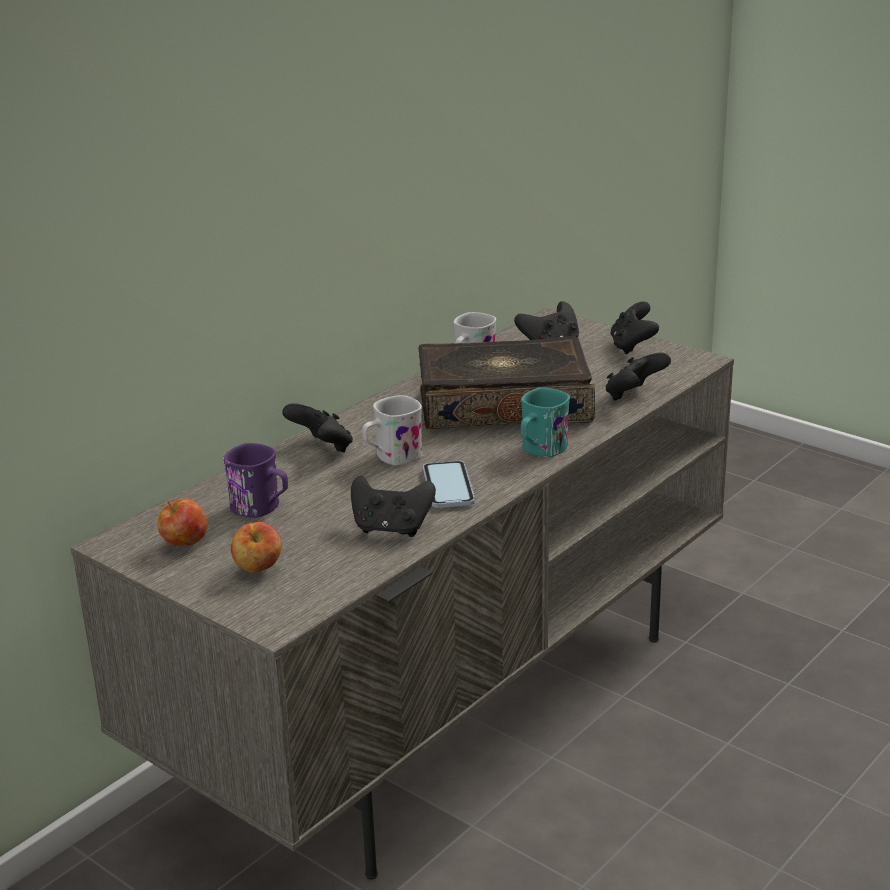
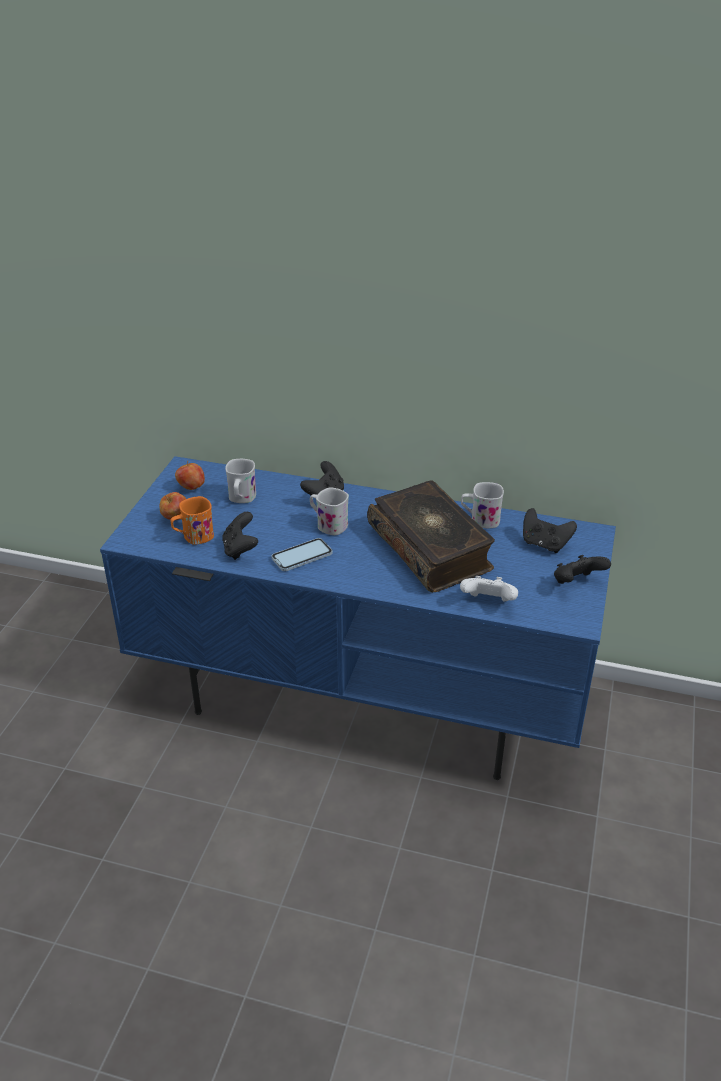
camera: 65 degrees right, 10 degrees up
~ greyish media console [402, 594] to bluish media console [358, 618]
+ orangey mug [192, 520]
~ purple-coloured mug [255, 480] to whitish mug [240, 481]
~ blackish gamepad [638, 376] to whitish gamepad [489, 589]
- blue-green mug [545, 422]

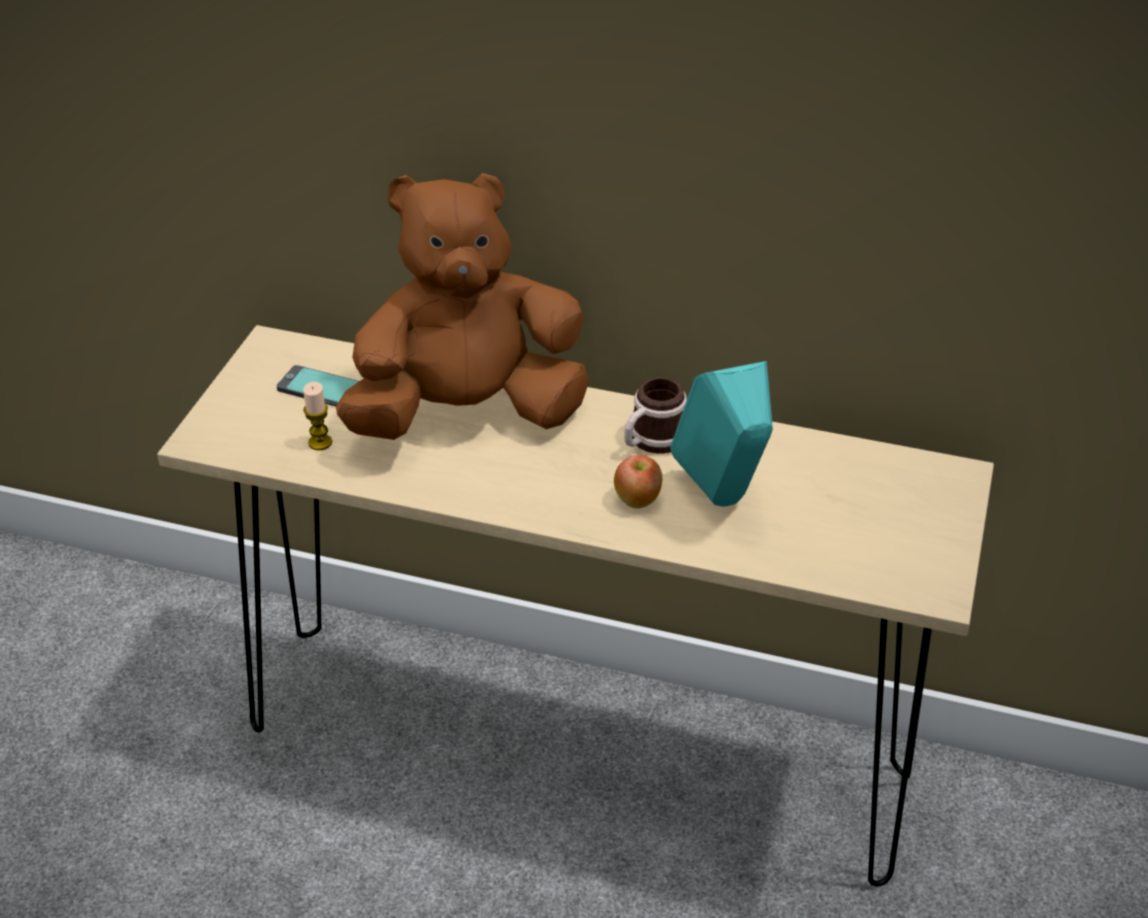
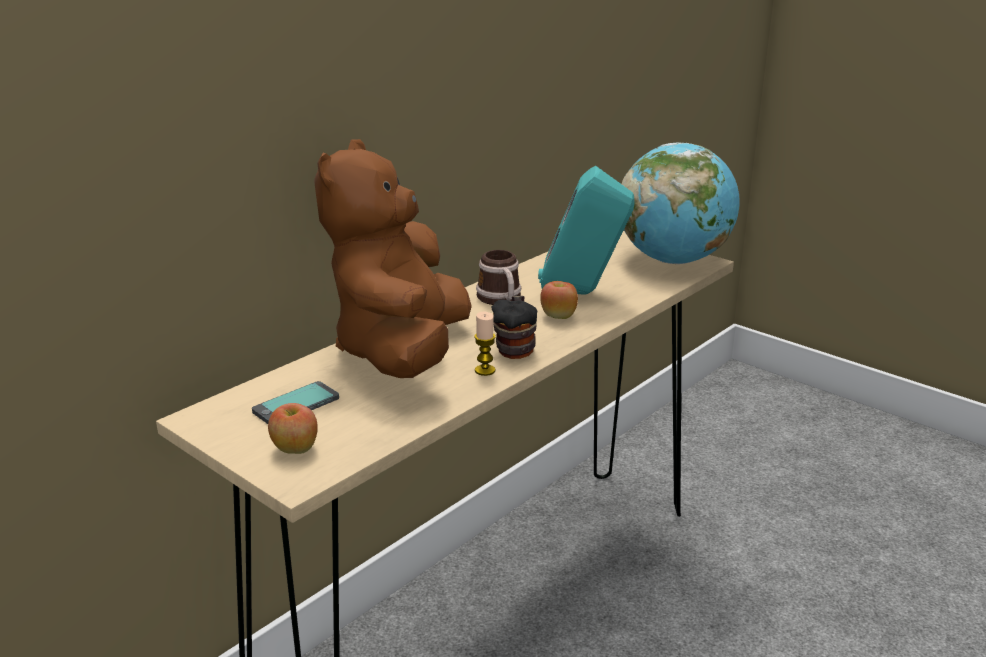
camera: 65 degrees left, 15 degrees down
+ apple fruit [293, 428]
~ wax candle [317, 416] to [485, 344]
+ mug [514, 327]
+ world globe [681, 203]

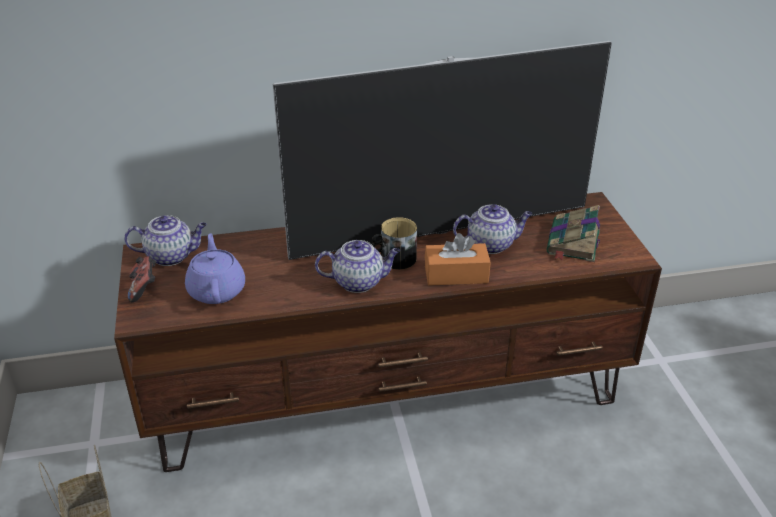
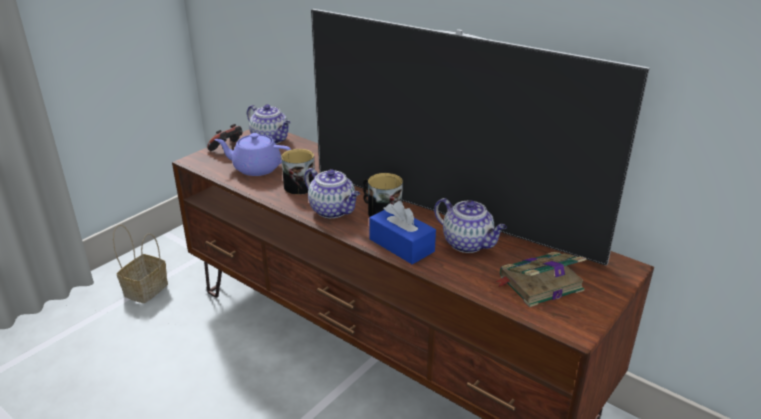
camera: 50 degrees right, 5 degrees down
~ purple-coloured teapot [215, 268] = [252, 154] 120 degrees counterclockwise
+ mug [298, 172]
~ orangey box of tissues [458, 259] to bluish box of tissues [402, 233]

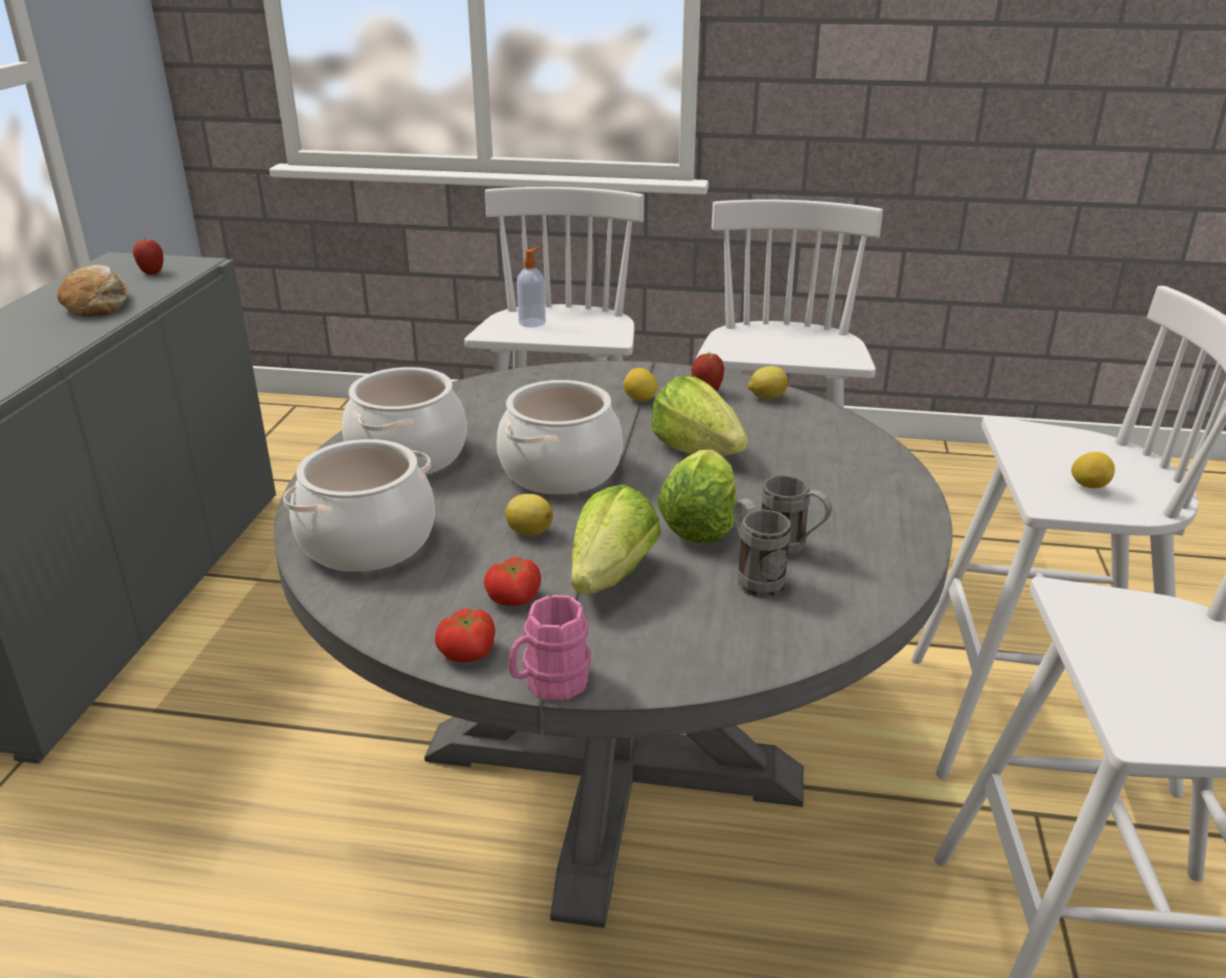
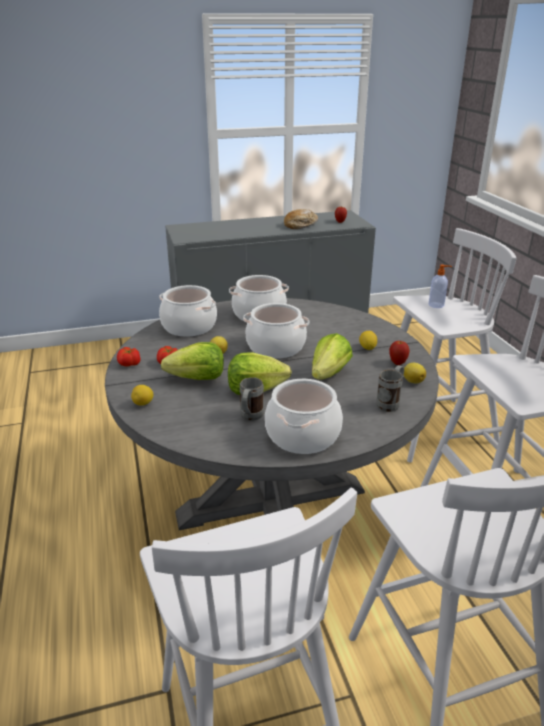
camera: 65 degrees right, 0 degrees up
~ citrus fruit [1093, 470] to [142, 395]
+ stockpot [304, 416]
~ greyish mug [762, 548] to [390, 388]
- pink mug [550, 648]

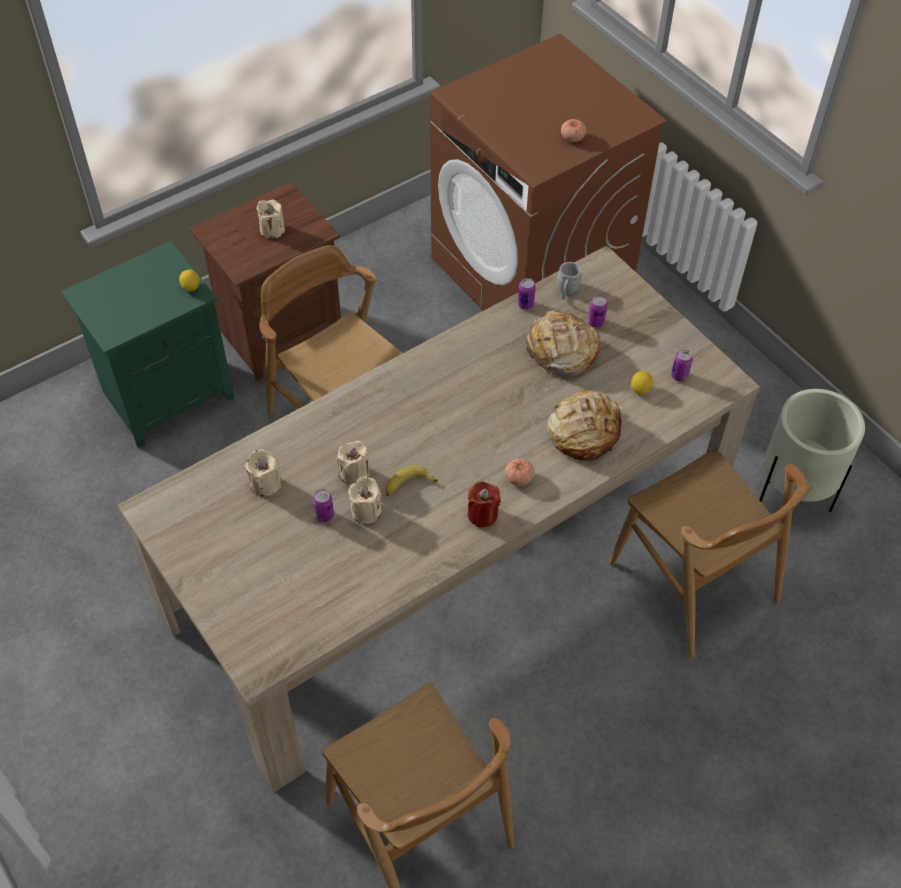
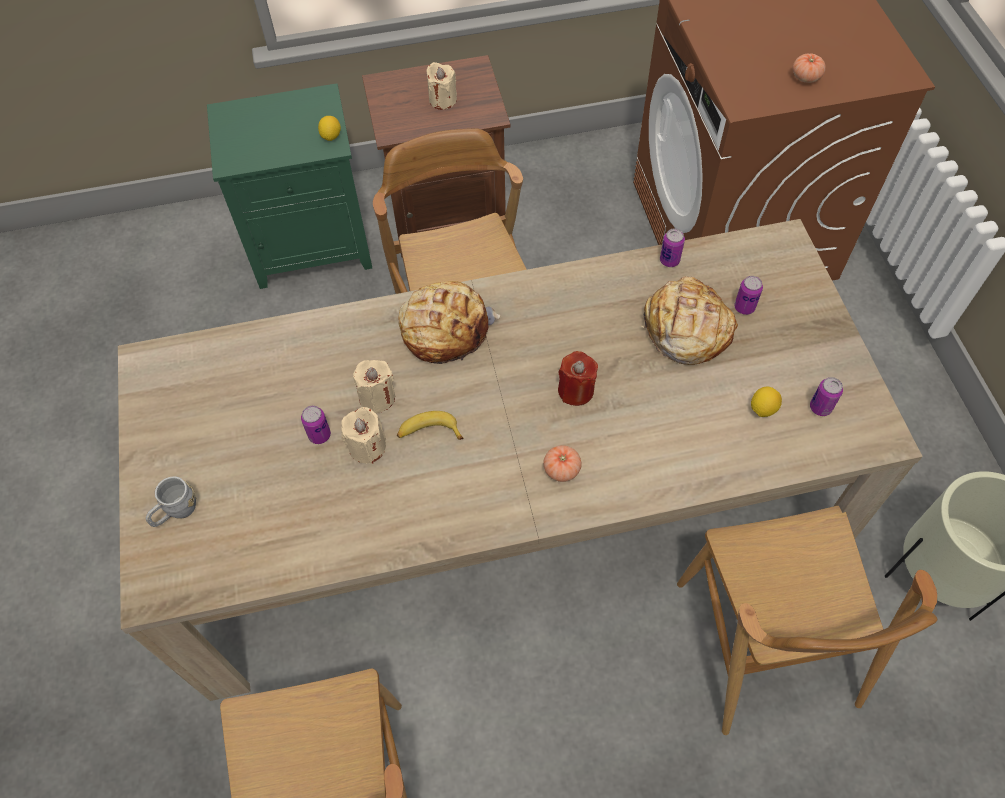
camera: 25 degrees right, 5 degrees up
~ greyish mug [569, 280] to [171, 501]
~ bread [584, 425] to [449, 322]
~ reddish wax candle [484, 504] to [578, 378]
- sand-coloured wax candle [263, 473]

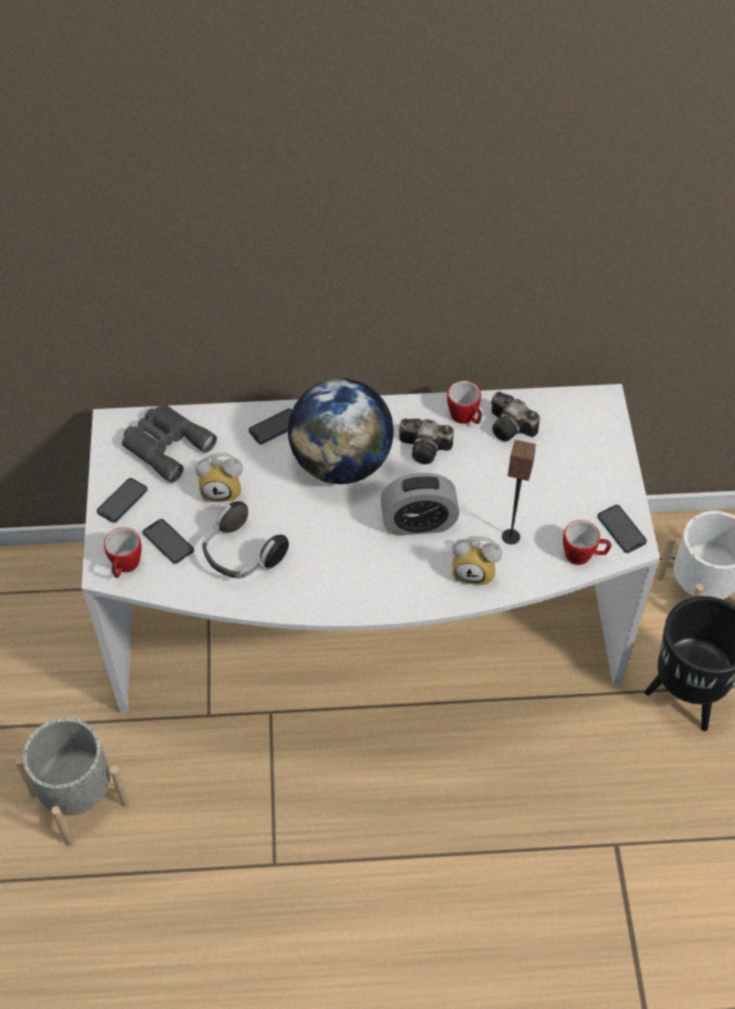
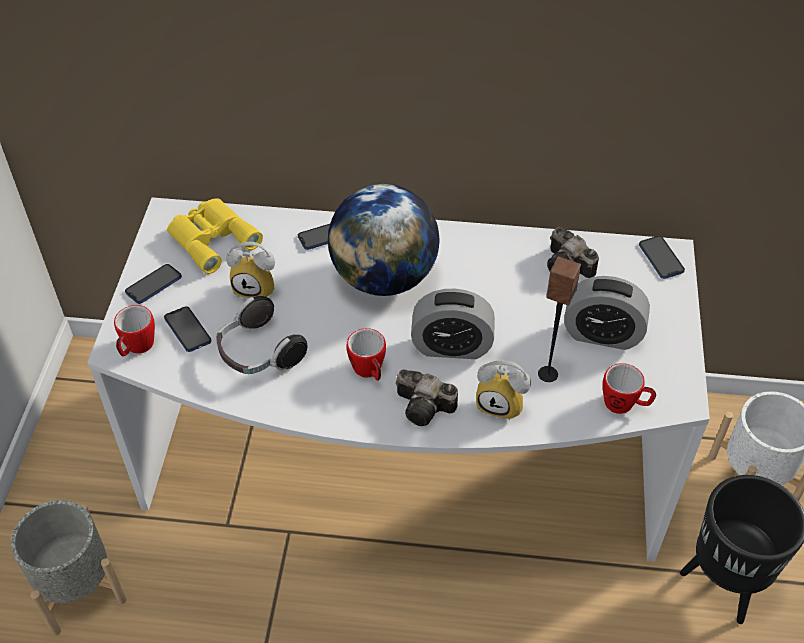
camera: 10 degrees right, 5 degrees down
~ greyish binoculars [169, 443] to yellow binoculars [215, 236]
~ mug [464, 402] to [366, 354]
~ photo camera [426, 441] to [427, 397]
+ alarm clock [607, 313]
~ handset [622, 529] to [662, 257]

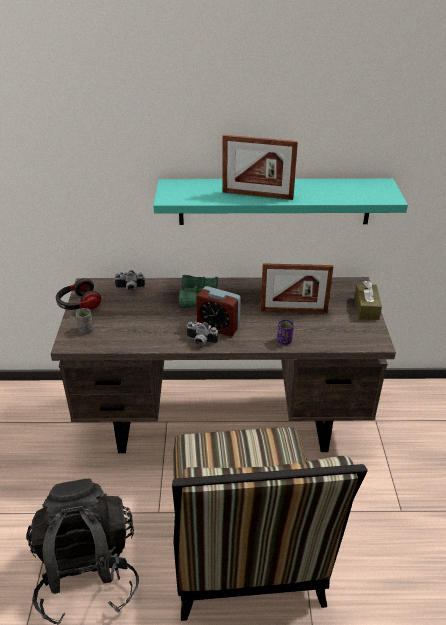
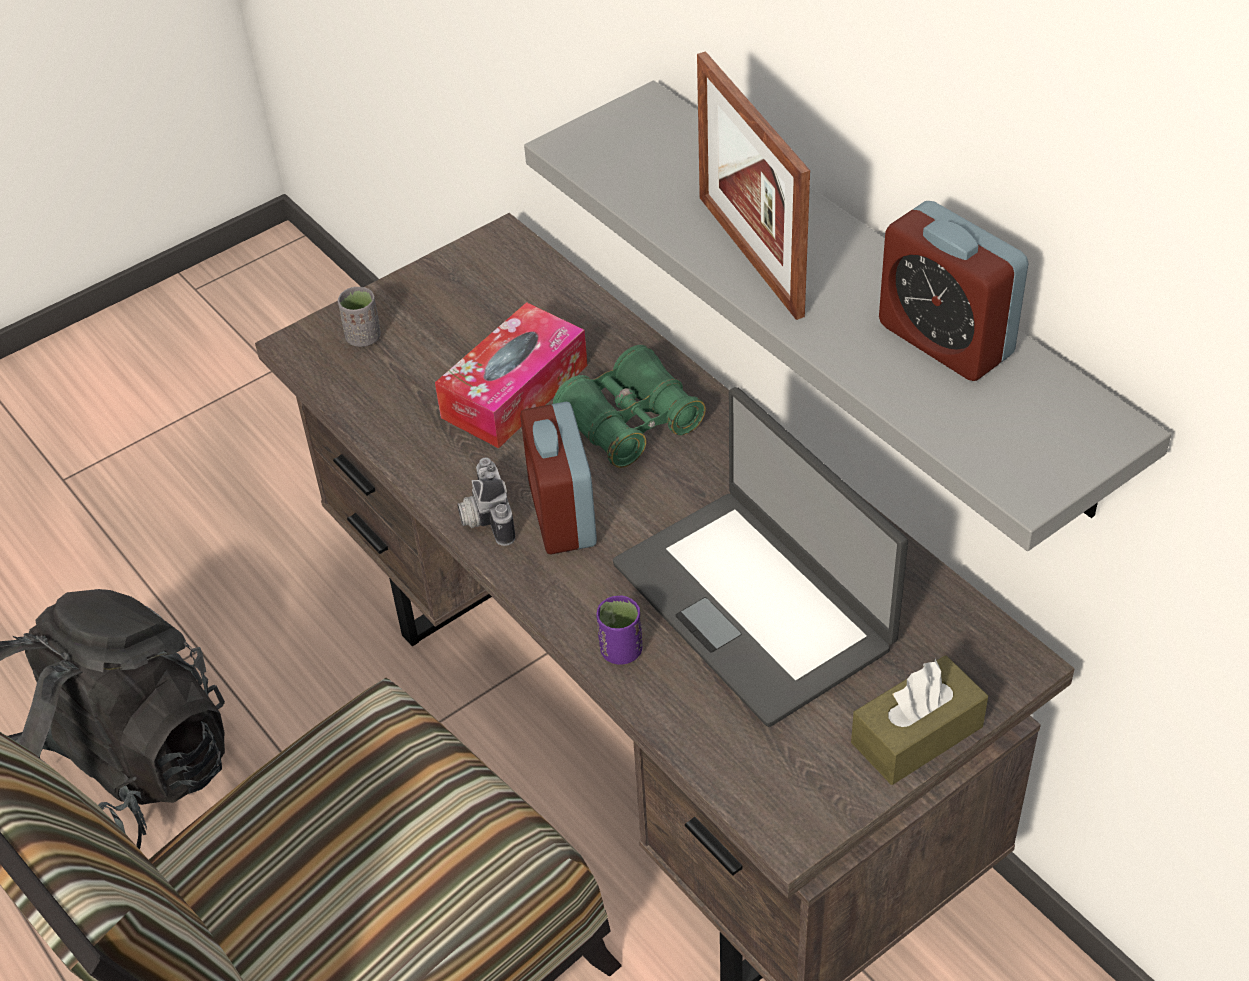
camera: 55 degrees right, 10 degrees up
+ box of tissues [511, 375]
~ blue-green shelf [280, 202] to greyish shelf [847, 315]
~ standing frame [297, 288] to notebook computer [760, 557]
+ alarm clock [954, 291]
- headphones [78, 294]
- photo camera [129, 280]

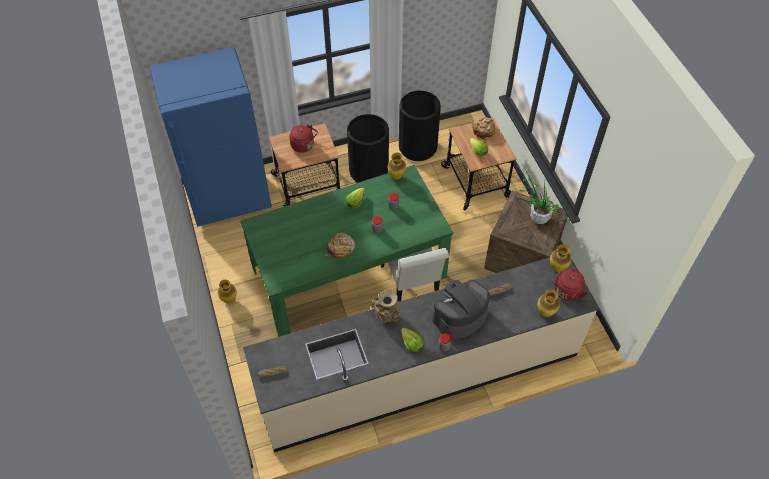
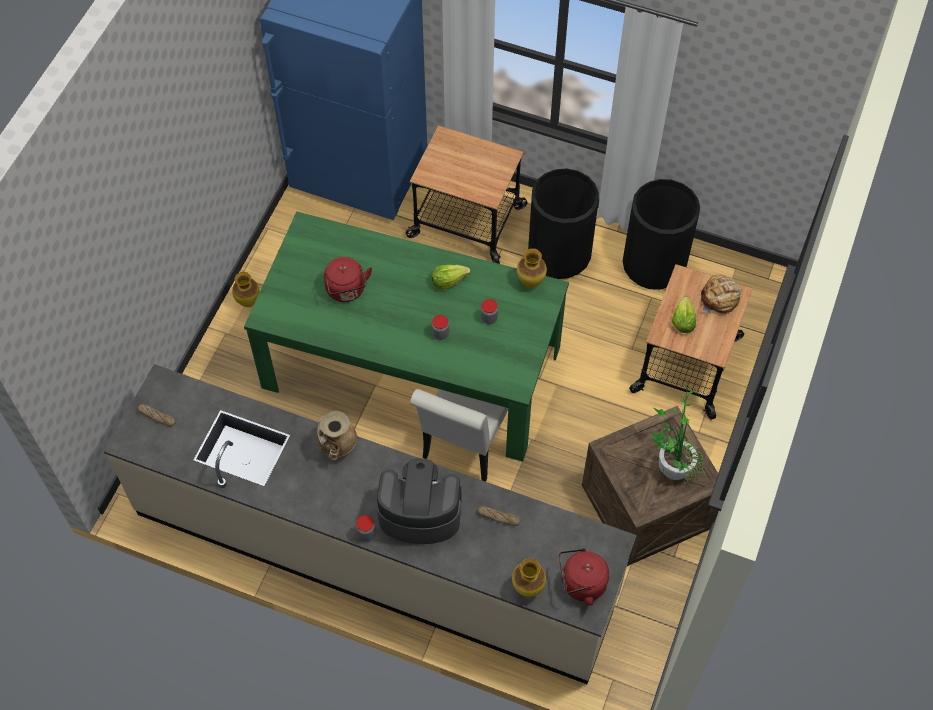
camera: 40 degrees right, 5 degrees up
~ reddish tea kettle [303, 138] to [348, 279]
- bread [340, 246]
- lettuce [412, 339]
- vase [560, 258]

